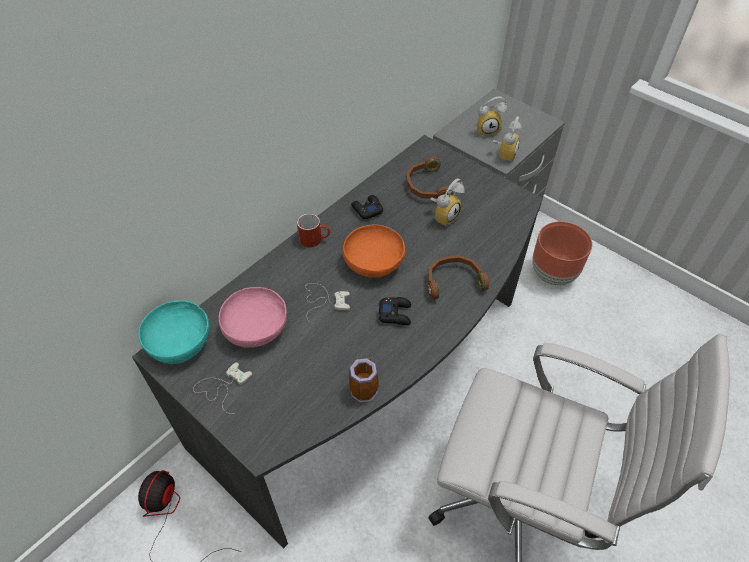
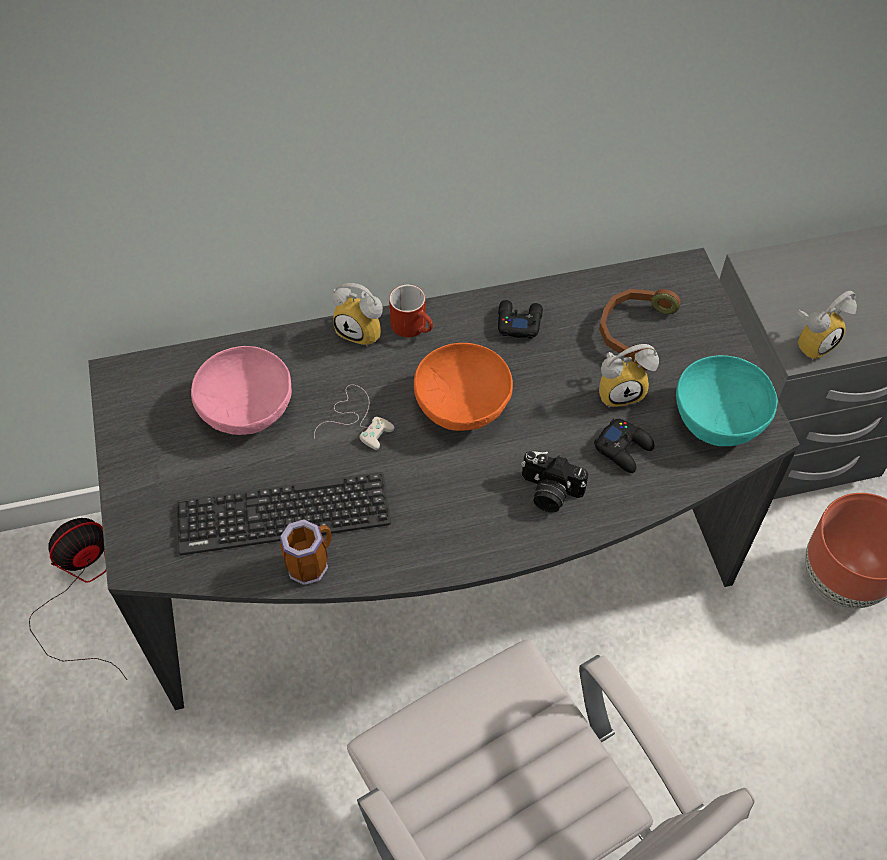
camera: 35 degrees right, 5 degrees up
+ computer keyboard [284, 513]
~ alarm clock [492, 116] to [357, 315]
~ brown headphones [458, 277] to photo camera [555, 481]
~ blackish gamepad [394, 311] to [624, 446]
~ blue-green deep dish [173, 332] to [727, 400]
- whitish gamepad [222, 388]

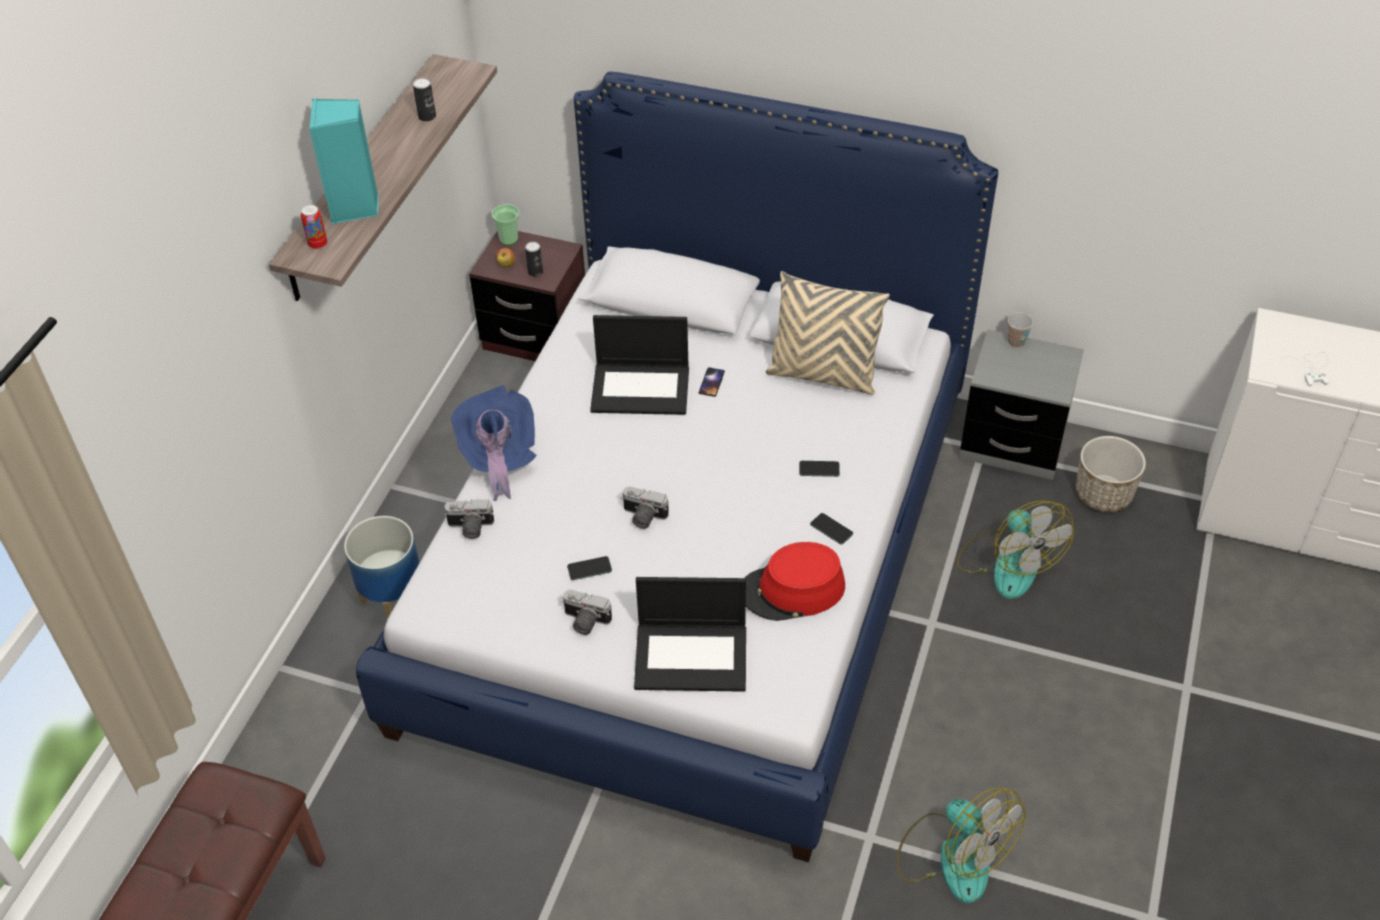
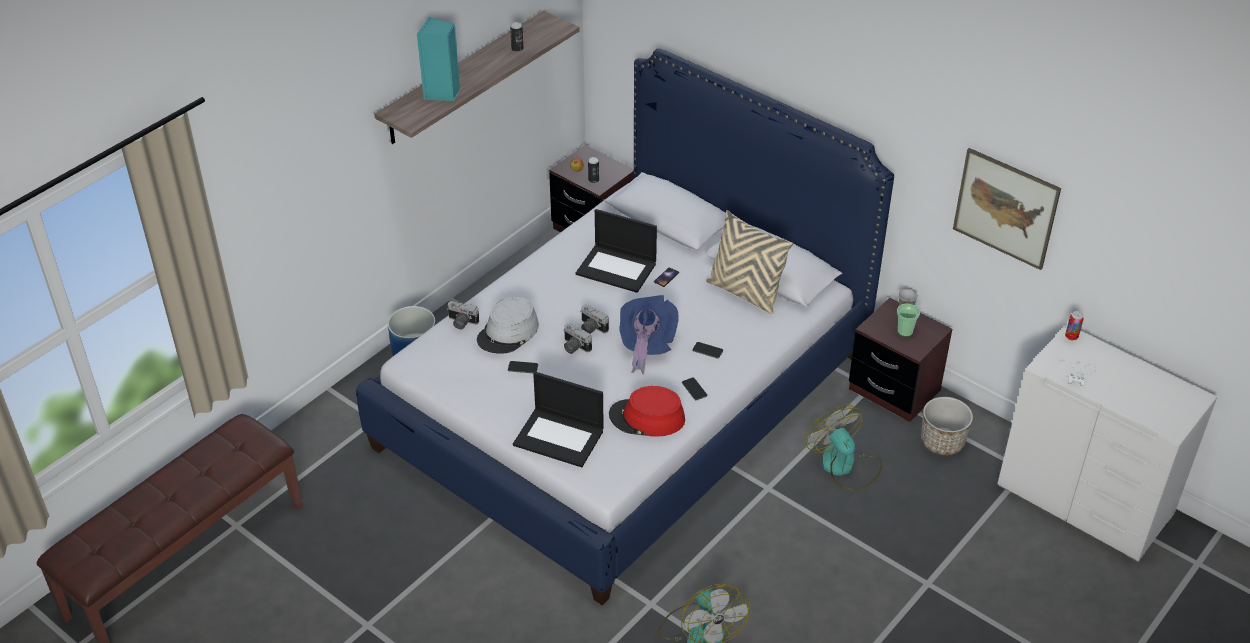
camera: 20 degrees right, 5 degrees down
+ greyish wearable hat [508, 325]
~ photo camera [586, 612] to [594, 319]
~ bluish wearable hat [494, 443] to [649, 334]
~ fan [1015, 550] = [843, 448] 150 degrees clockwise
~ greyish bedside table [1021, 404] to brown bedside table [900, 359]
~ drinking cup [505, 224] to [908, 320]
+ picture [1007, 209]
~ can [314, 226] to [1074, 326]

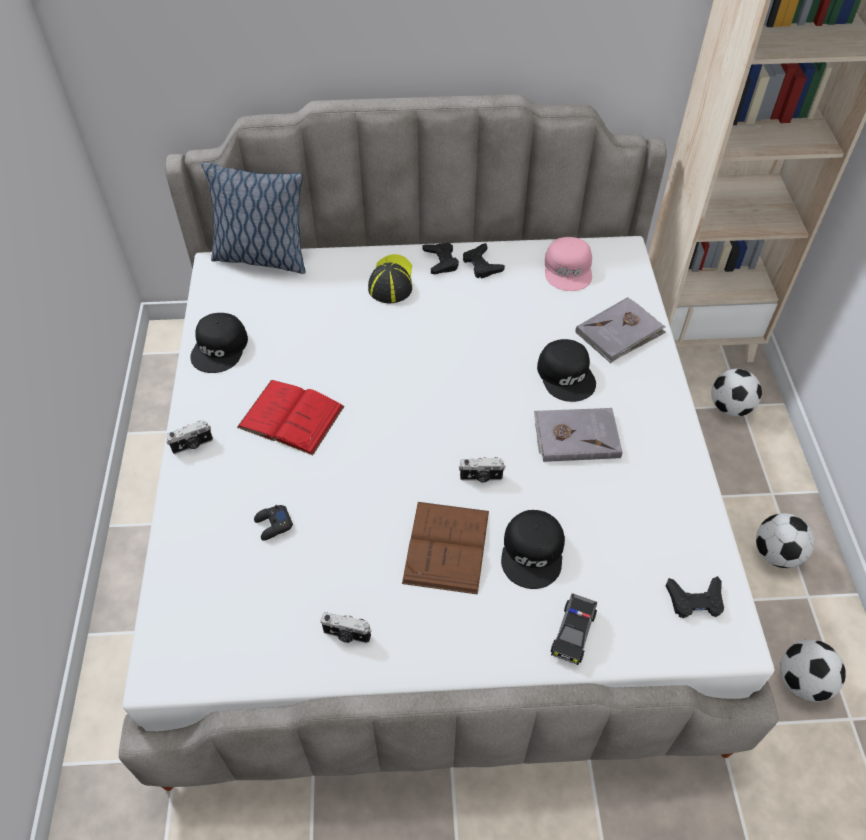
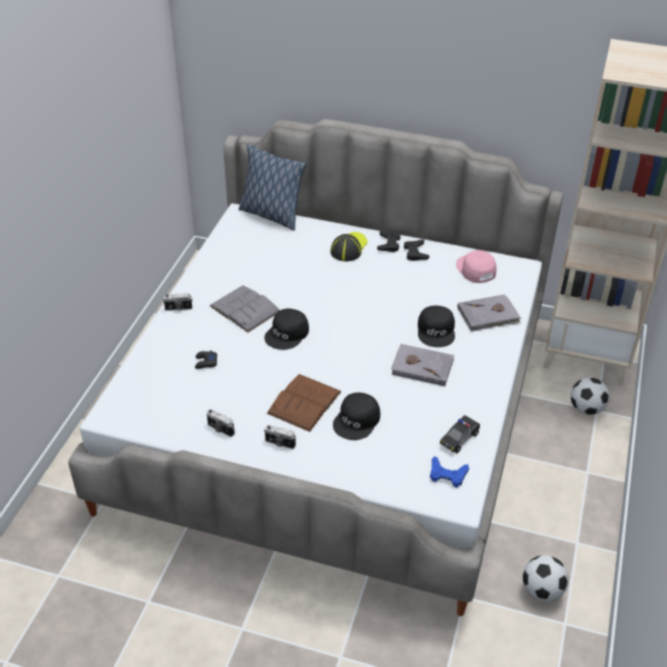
camera: 20 degrees right, 10 degrees down
~ reddish volume [291, 418] to greyish volume [245, 309]
~ photo camera [482, 469] to [280, 437]
~ blackish baseball cap [219, 343] to [287, 329]
~ blackish gamepad [694, 597] to bluish gamepad [449, 472]
~ miniature car [574, 629] to [460, 434]
~ pink baseball cap [568, 264] = [476, 266] 135 degrees clockwise
- football [785, 540]

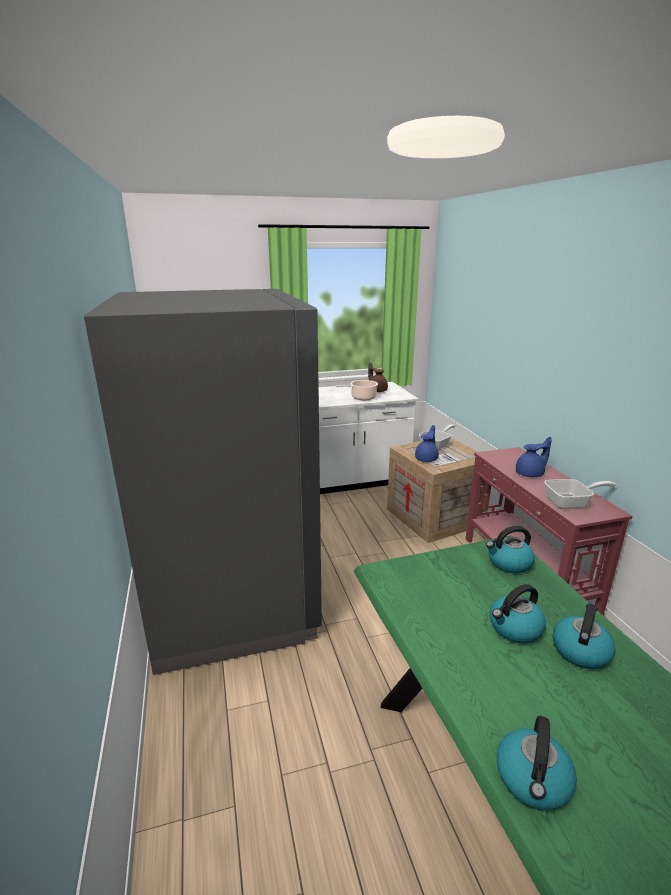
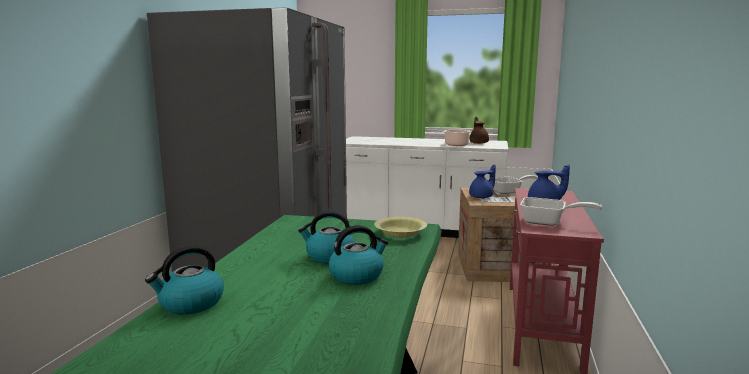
camera: 30 degrees right, 10 degrees down
~ tea kettle [510, 549] to yellow deep dish [400, 227]

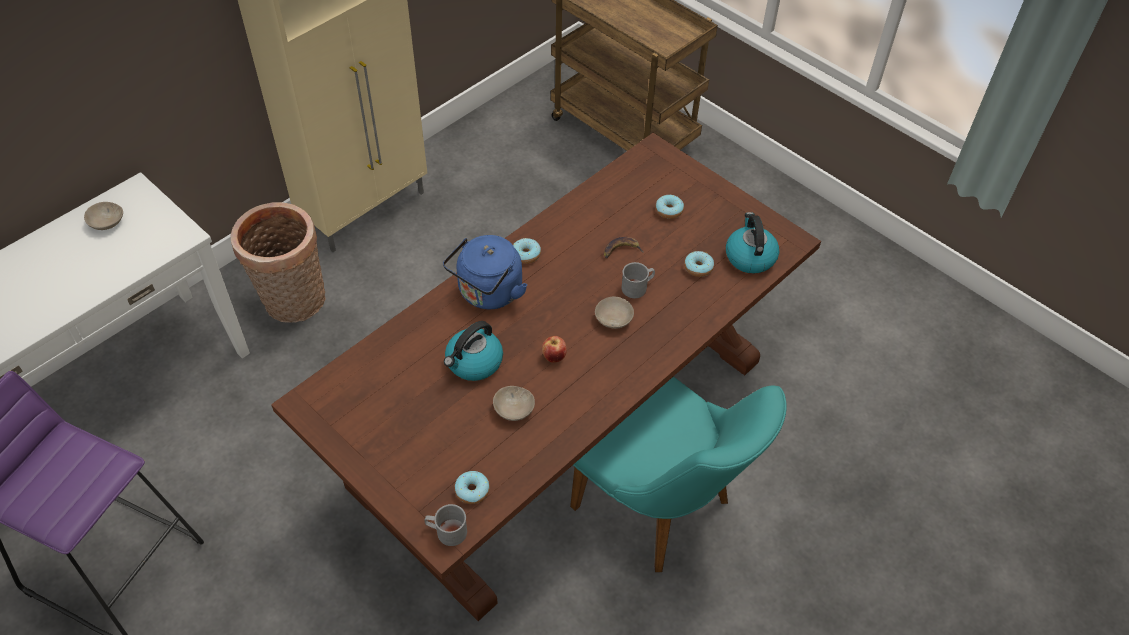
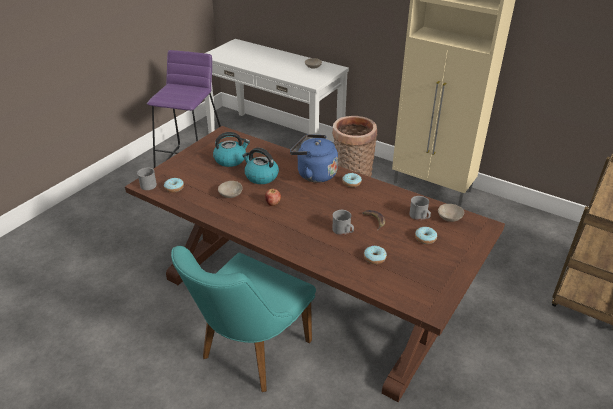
camera: 80 degrees right, 15 degrees down
~ tea kettle [752, 243] to [231, 149]
+ greyish mug [420, 208]
~ sand-coloured deep dish [614, 313] to [451, 213]

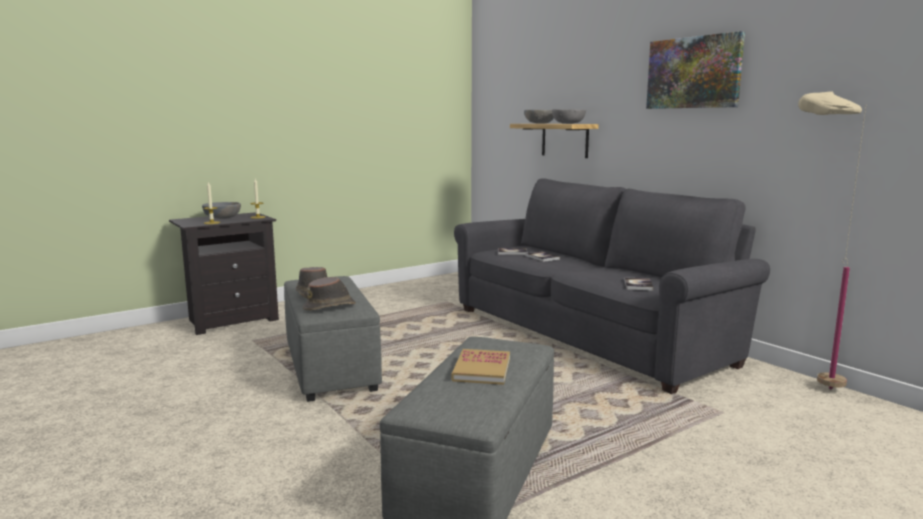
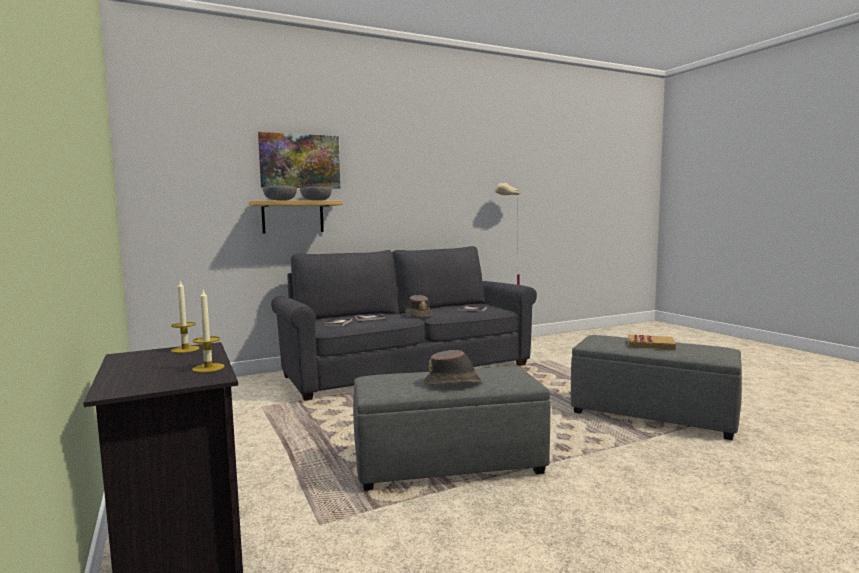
camera: 80 degrees left, 5 degrees down
~ picture [695, 70] to [299, 160]
~ brown wearable hat [329, 294] to [418, 306]
- greyish deep dish [221, 210]

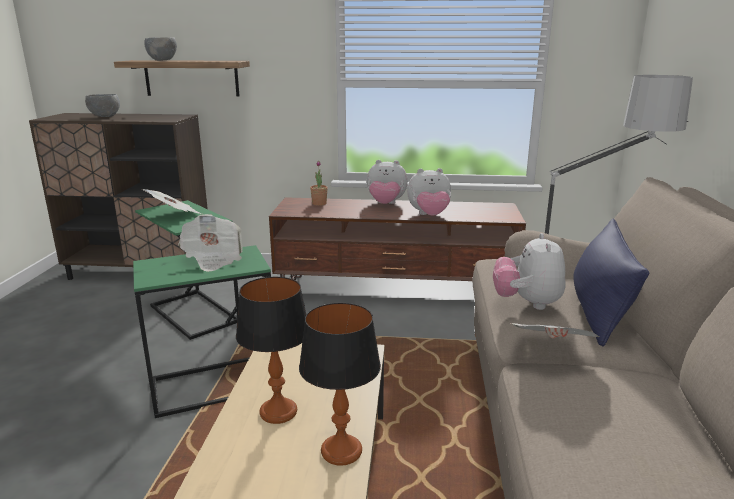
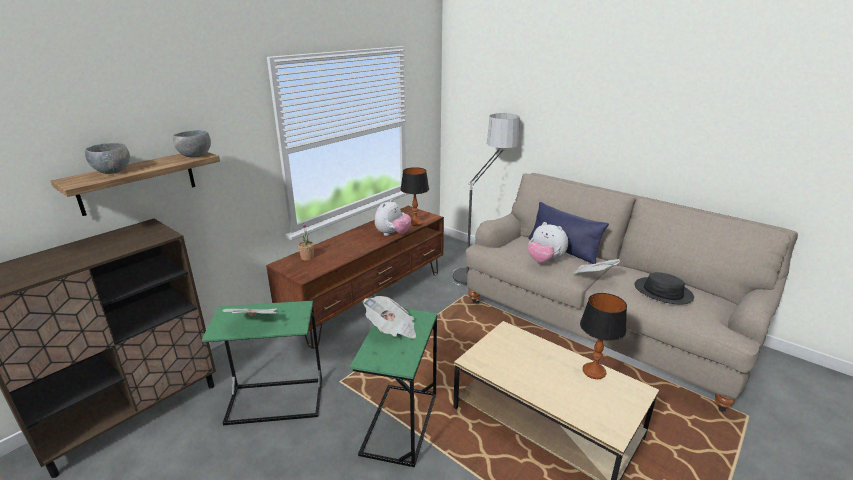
camera: 55 degrees left, 5 degrees up
~ greyish deep dish [102, 105] to [192, 143]
~ lamp for a table [271, 350] to [414, 196]
+ blackish wearable hat [664, 288]
- plush toy [387, 182]

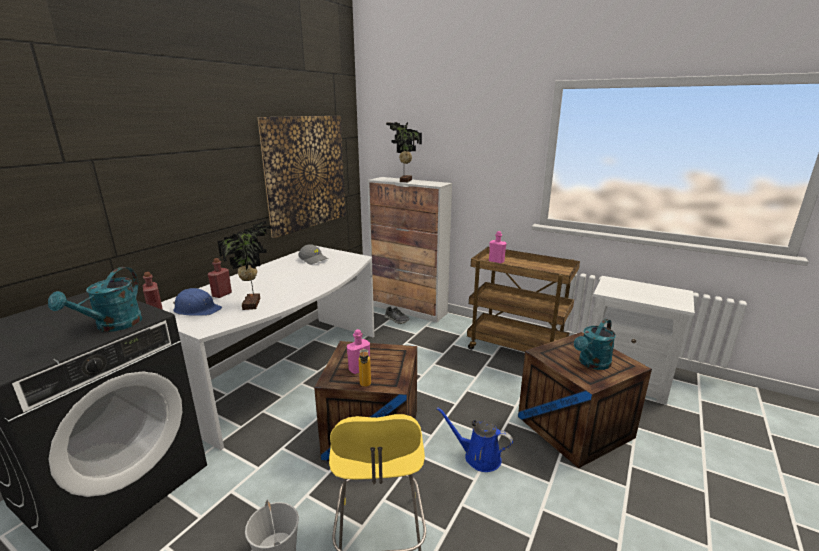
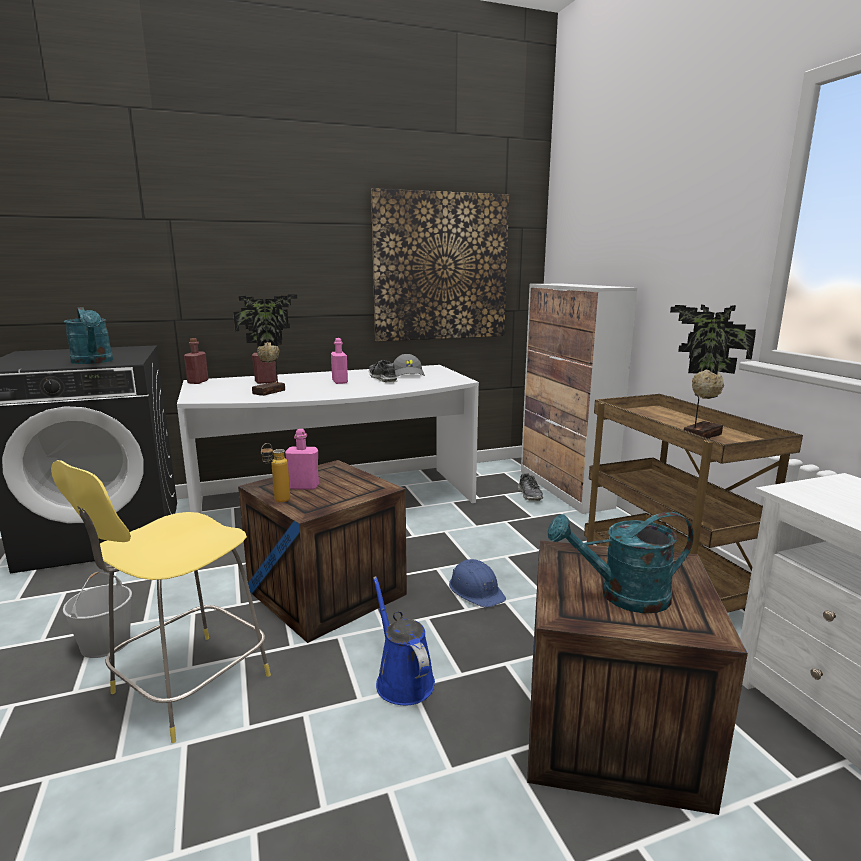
camera: 40 degrees right, 5 degrees down
~ blue-green watering can [95, 299] = [88, 335] 90 degrees counterclockwise
~ pink beverage bottle [497, 247] to [339, 361]
+ item of footwear [383, 371]
~ bluish work helmet [197, 302] to [477, 583]
~ potted plant [404, 152] to [713, 371]

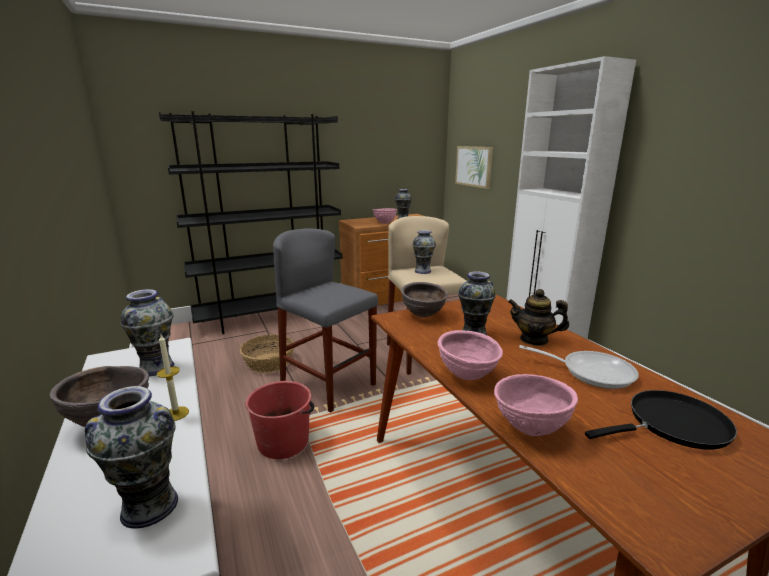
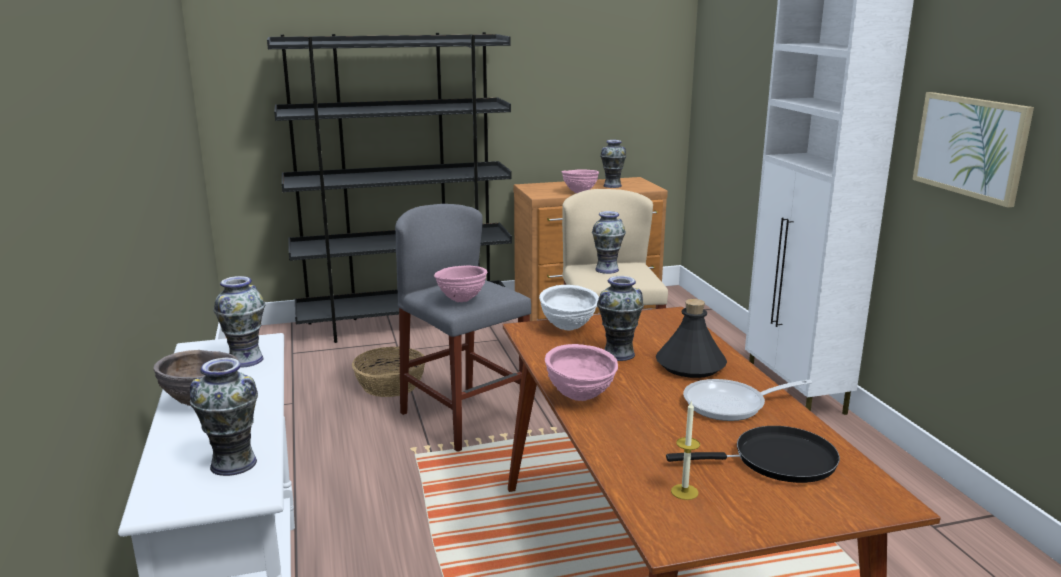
camera: 10 degrees right, 0 degrees up
~ pink deep dish [536, 405] to [460, 284]
~ brown deep dish [424, 299] to whitish deep dish [569, 308]
~ teapot [538, 317] to blackish beverage bottle [691, 338]
~ wax candle [173, 378] to [685, 451]
~ frying pan [579, 367] = [747, 400] 135 degrees clockwise
~ picture [474, 167] to [973, 150]
- reddish water bucket [280, 420]

